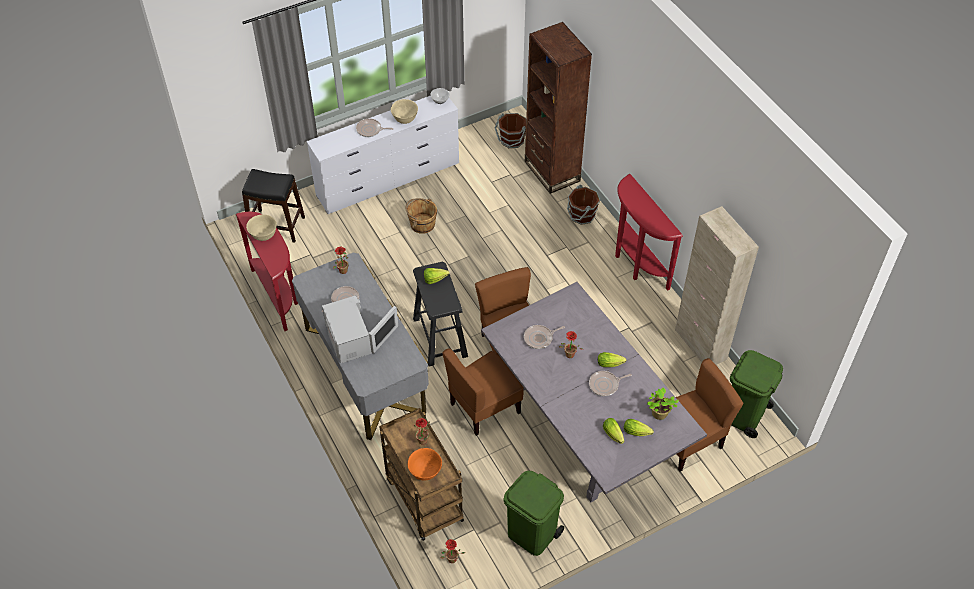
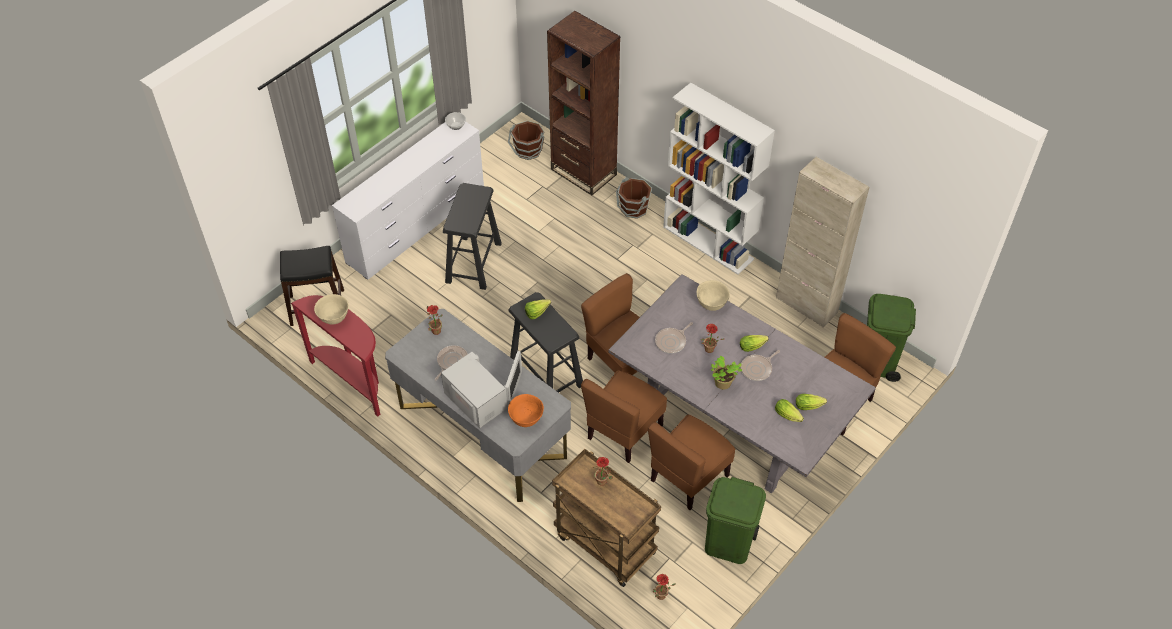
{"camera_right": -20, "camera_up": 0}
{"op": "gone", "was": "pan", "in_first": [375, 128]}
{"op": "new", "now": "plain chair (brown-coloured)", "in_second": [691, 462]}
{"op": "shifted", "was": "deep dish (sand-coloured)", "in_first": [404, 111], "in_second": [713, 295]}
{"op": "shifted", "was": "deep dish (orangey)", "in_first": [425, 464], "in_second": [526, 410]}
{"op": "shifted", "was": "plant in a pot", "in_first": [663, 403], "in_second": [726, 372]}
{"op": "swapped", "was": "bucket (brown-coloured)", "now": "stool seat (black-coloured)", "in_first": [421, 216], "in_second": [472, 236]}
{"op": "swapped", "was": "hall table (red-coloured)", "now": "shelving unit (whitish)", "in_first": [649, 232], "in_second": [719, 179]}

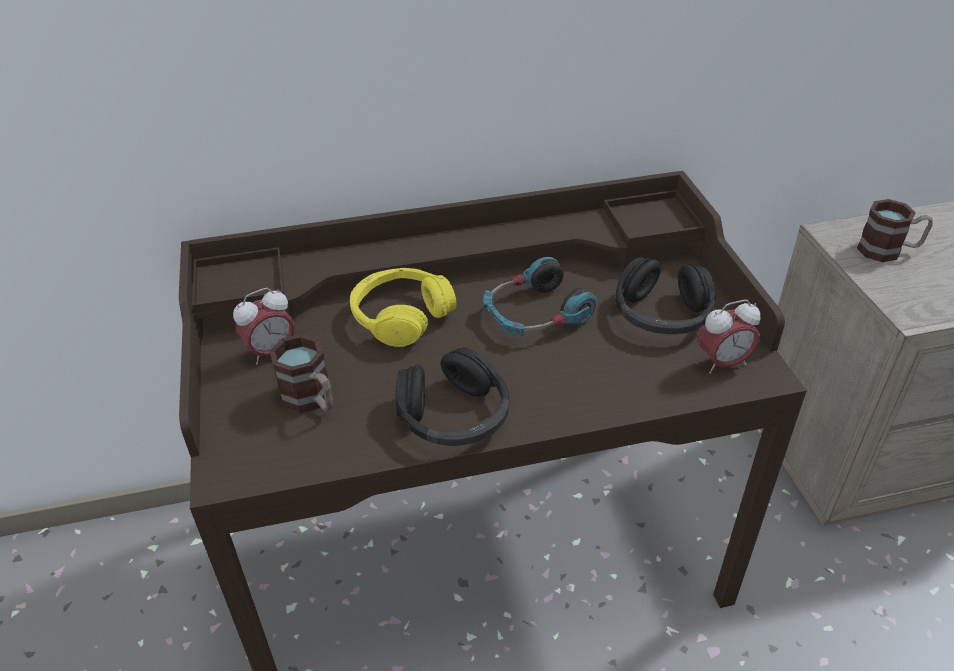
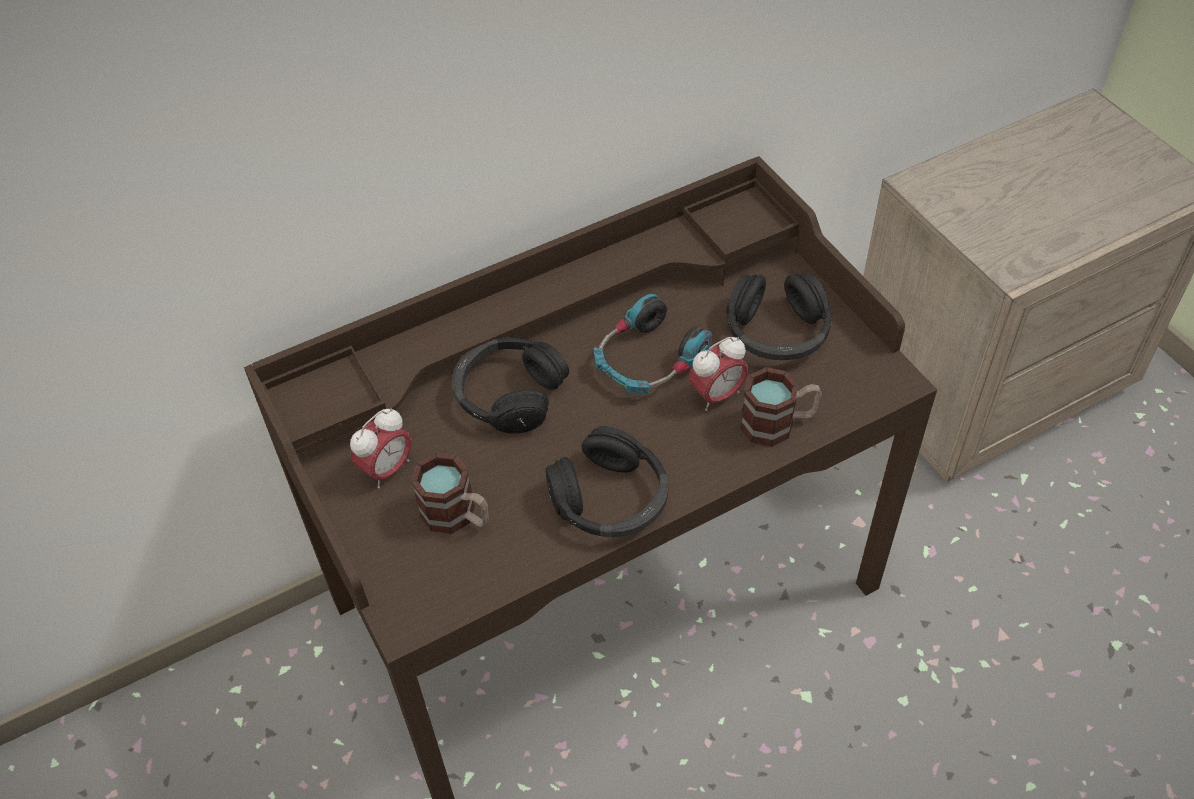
{"camera_right": -15, "camera_up": 10}
{"op": "shifted", "was": "table clock", "in_first": [729, 337], "in_second": [718, 374]}
{"op": "shifted", "was": "coffee mug", "in_first": [894, 230], "in_second": [781, 407]}
{"op": "repainted", "was": "headphones (yellowish)", "now": "headphones (black-coloured)", "in_first": [403, 307], "in_second": [510, 386]}

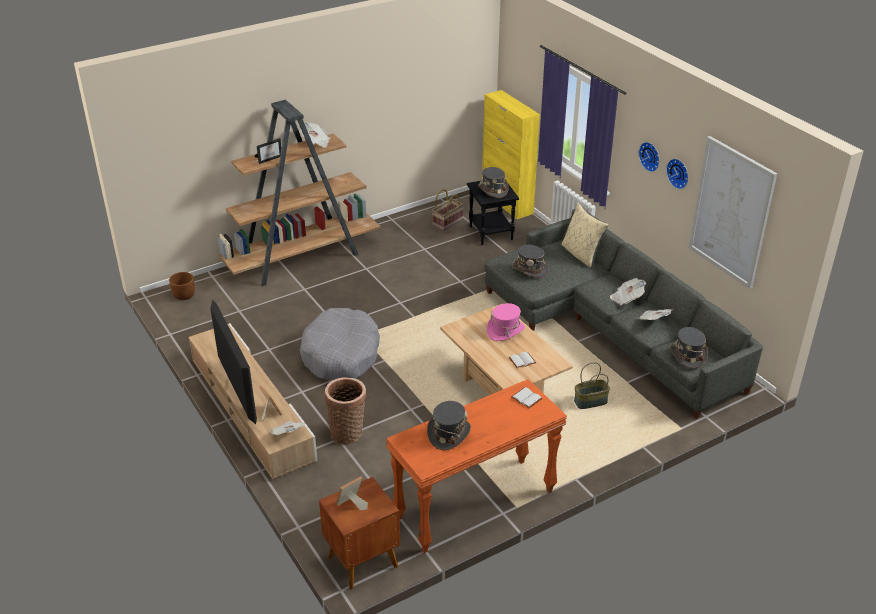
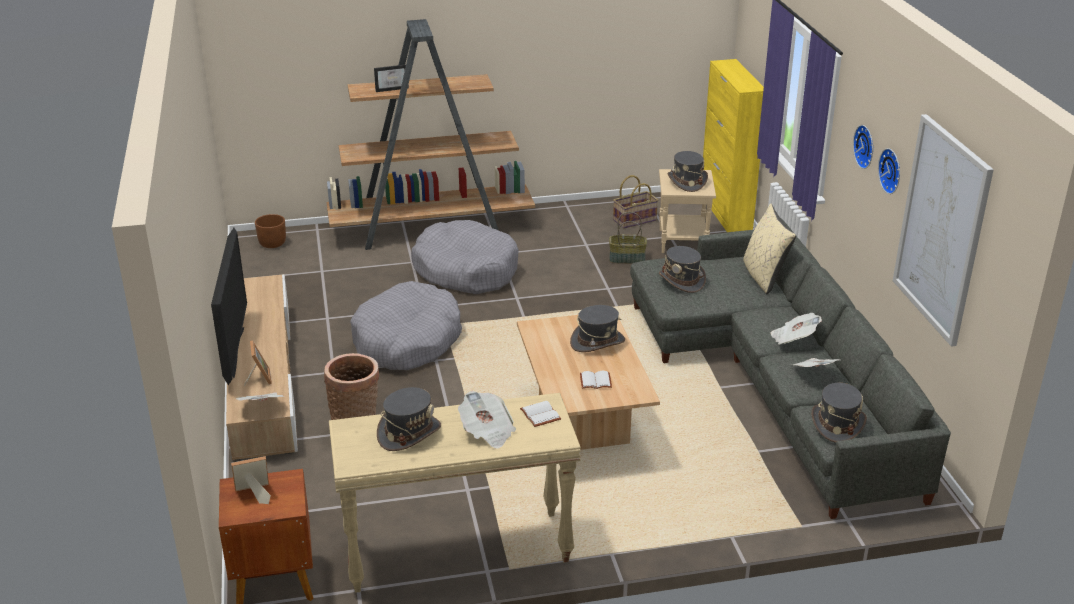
{"camera_right": 20, "camera_up": -5}
{"op": "new", "now": "dog cushion (grey)", "in_second": [465, 257]}
{"op": "shifted", "was": "daily paper", "in_first": [315, 135], "in_second": [487, 420]}
{"op": "shifted", "was": "storage basket", "in_first": [592, 385], "in_second": [628, 238]}
{"op": "repainted", "was": "hall table (orangey)", "now": "hall table (sand-coloured)", "in_first": [476, 466], "in_second": [455, 493]}
{"op": "repainted", "was": "side table (black-coloured)", "now": "side table (sand-coloured)", "in_first": [493, 213], "in_second": [687, 211]}
{"op": "repainted", "was": "clothing hat (pink-coloured)", "now": "clothing hat (grey)", "in_first": [506, 322], "in_second": [597, 328]}

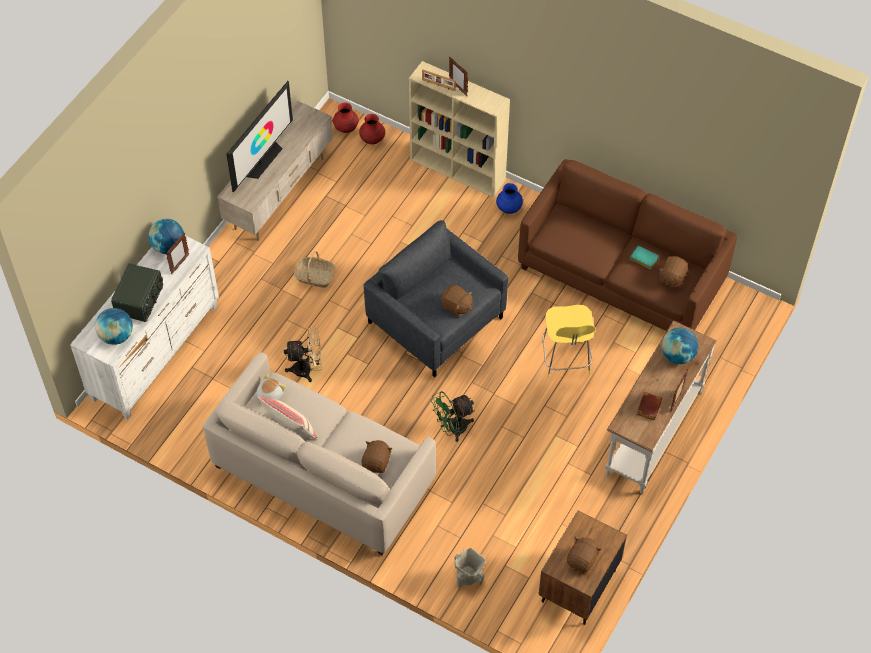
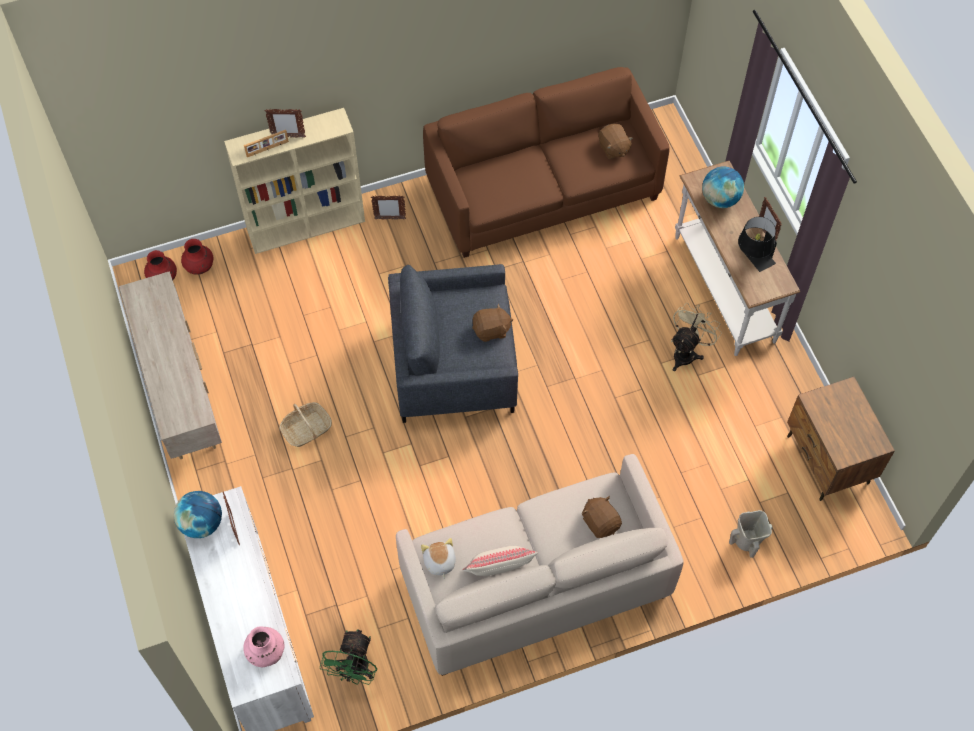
{"camera_right": -50, "camera_up": 5}
{"op": "gone", "was": "radio set", "in_first": [137, 292]}
{"op": "gone", "was": "television", "in_first": [259, 137]}
{"op": "gone", "was": "stool seat (yellowish)", "in_first": [568, 341]}
{"op": "gone", "was": "soft toy (brown-coloured)", "in_first": [584, 555]}
{"op": "gone", "was": "book (turquoise)", "in_first": [644, 257]}
{"op": "shifted", "was": "electric fan (sand-coloured)", "in_first": [303, 355], "in_second": [696, 337]}
{"op": "shifted", "was": "electric fan (green-coloured)", "in_first": [453, 416], "in_second": [348, 657]}
{"op": "swapped", "was": "world globe", "now": "vase (pink-coloured)", "in_first": [114, 326], "in_second": [264, 646]}
{"op": "swapped", "was": "vase (blue)", "now": "photo frame", "in_first": [509, 198], "in_second": [388, 208]}
{"op": "swapped", "was": "book (brown-coloured)", "now": "table lamp (black-coloured)", "in_first": [649, 406], "in_second": [757, 244]}

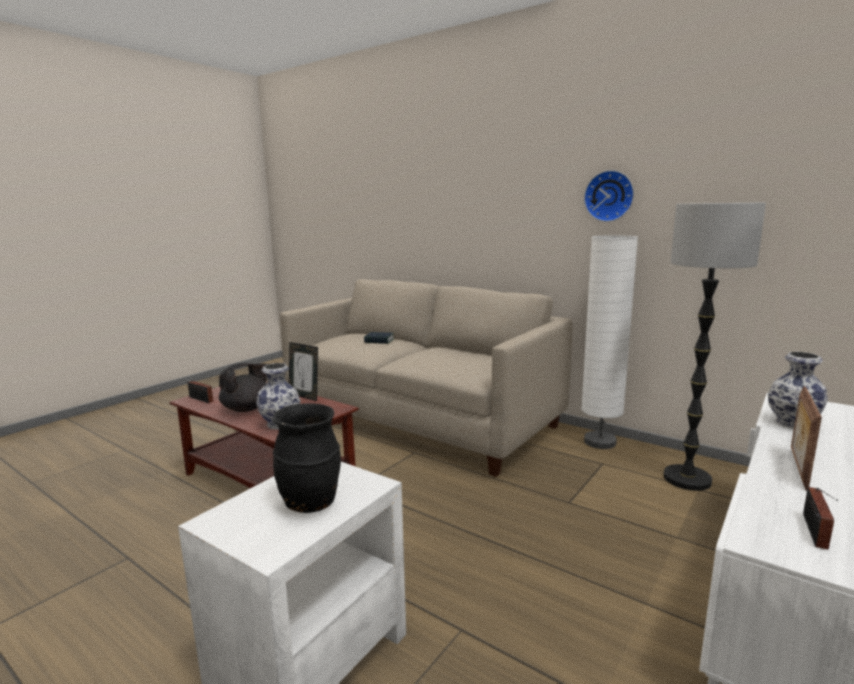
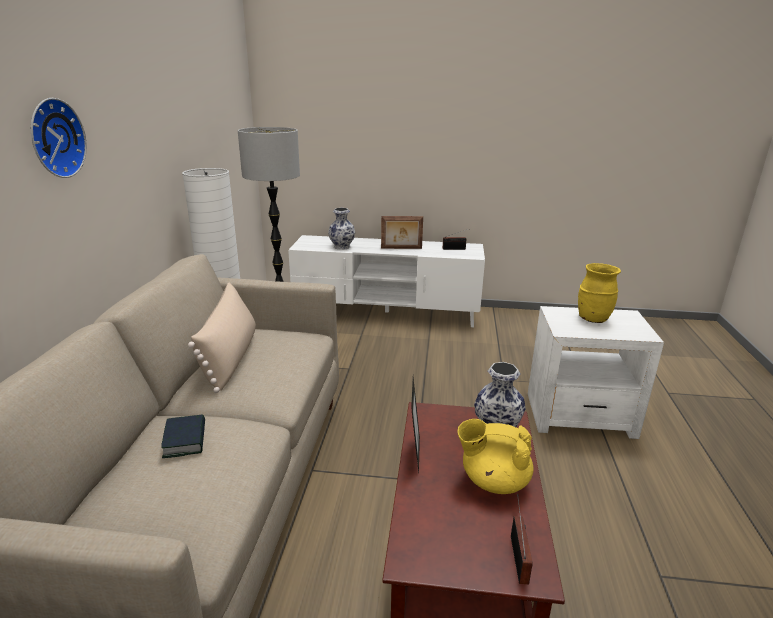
{"camera_right": -120, "camera_up": 10}
{"op": "new", "now": "pillow (sand-coloured)", "in_second": [222, 337]}
{"op": "shifted", "was": "wall clock", "in_first": [609, 196], "in_second": [59, 138]}
{"op": "repainted", "was": "teapot (black-coloured)", "now": "teapot (yellowish)", "in_first": [243, 387], "in_second": [495, 456]}
{"op": "repainted", "was": "vase (black-coloured)", "now": "vase (yellowish)", "in_first": [307, 458], "in_second": [599, 293]}

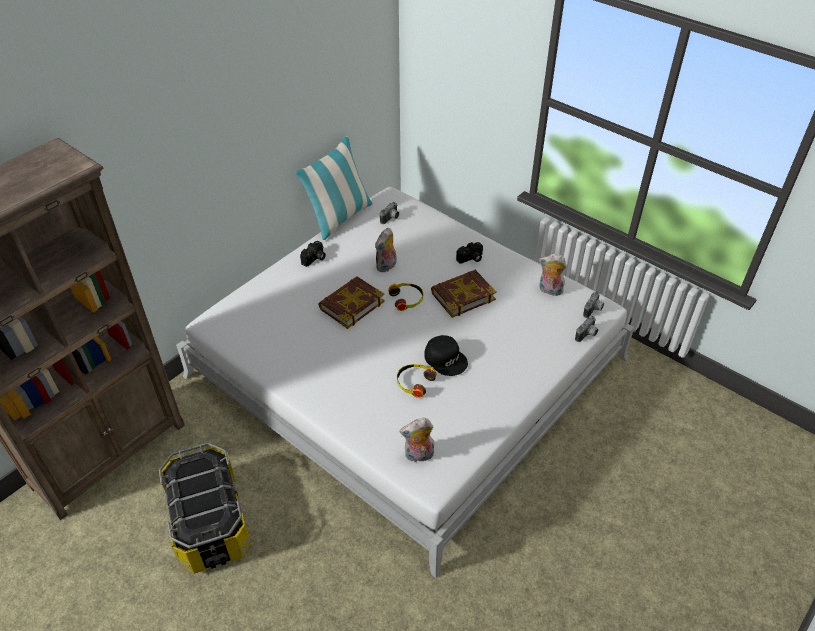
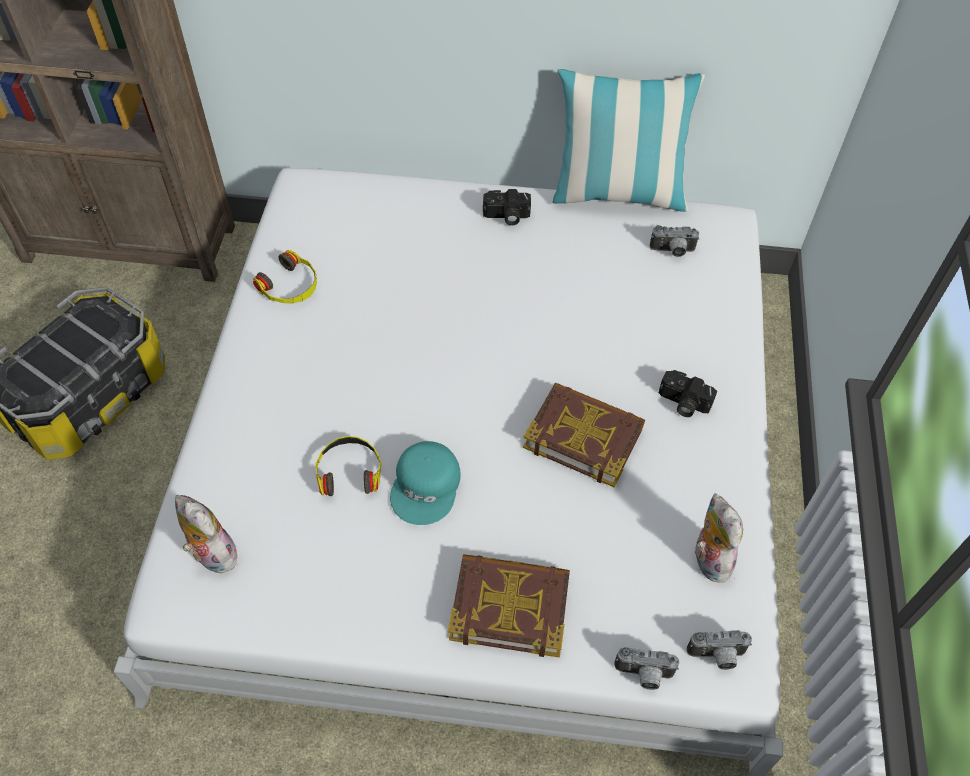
{"camera_right": 55, "camera_up": 10}
{"op": "gone", "was": "soft toy", "in_first": [386, 250]}
{"op": "shifted", "was": "book", "in_first": [351, 302], "in_second": [509, 606]}
{"op": "shifted", "was": "headphones", "in_first": [405, 297], "in_second": [285, 276]}
{"op": "repainted", "was": "cap (black-coloured)", "now": "cap (turquoise)", "in_first": [446, 355], "in_second": [425, 483]}

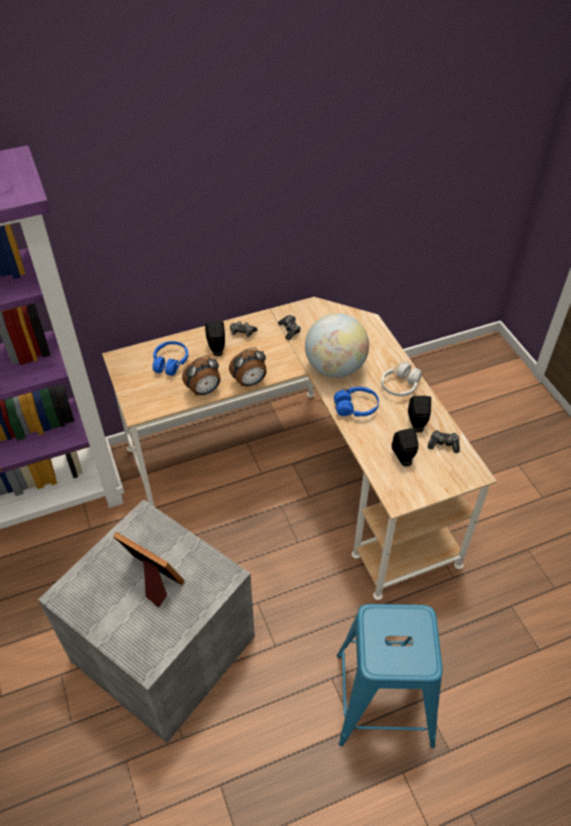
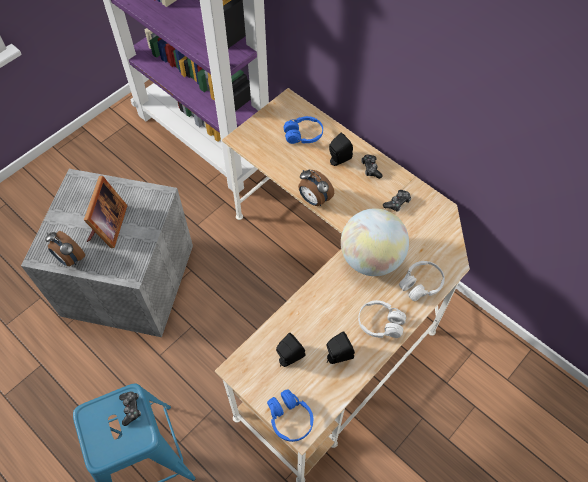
{"camera_right": 65, "camera_up": 10}
{"op": "new", "now": "headphones (whitish)", "in_second": [422, 281]}
{"op": "shifted", "was": "table clock", "in_first": [201, 375], "in_second": [65, 248]}
{"op": "shifted", "was": "headphones (blue)", "in_first": [356, 402], "in_second": [290, 415]}
{"op": "shifted", "was": "joypad", "in_first": [444, 441], "in_second": [130, 409]}

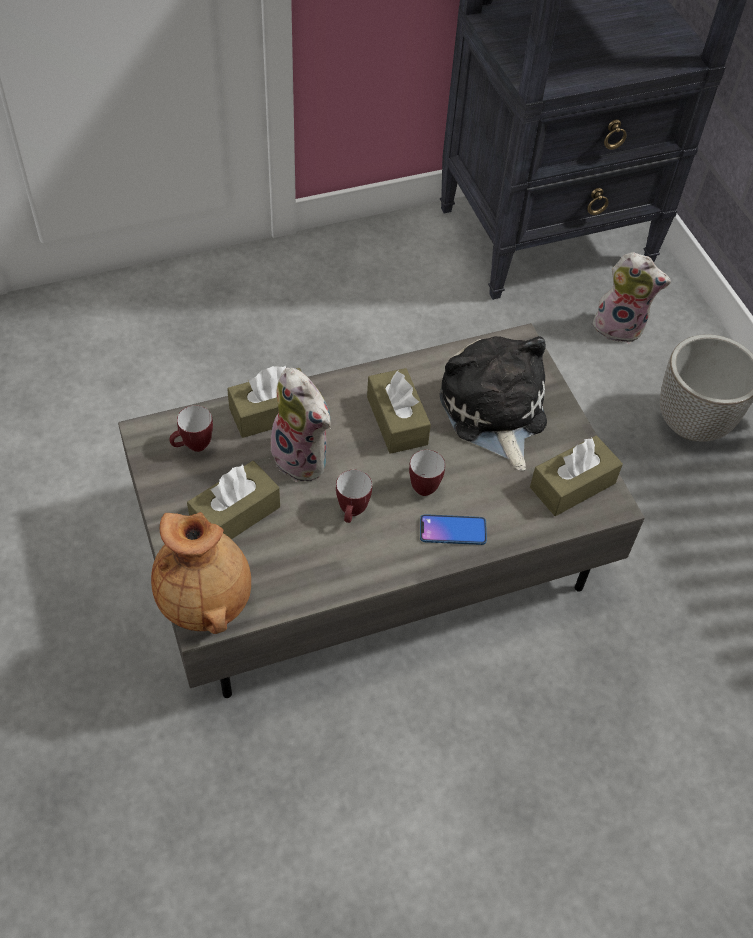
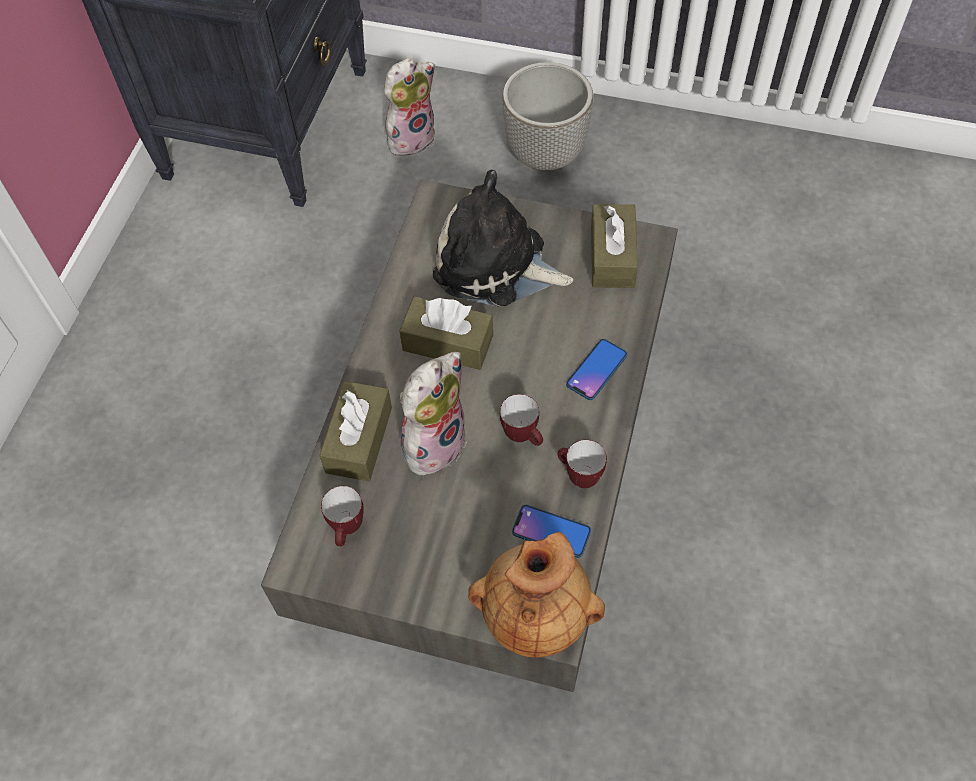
{"camera_right": -50, "camera_up": 5}
{"op": "gone", "was": "box of tissues (brown-coloured)", "in_first": [233, 500]}
{"op": "new", "now": "telephone", "in_second": [551, 531]}
{"op": "shifted", "was": "coffee mug", "in_first": [427, 473], "in_second": [582, 464]}
{"op": "rotated", "was": "soft toy", "in_first": [300, 425], "in_second": [433, 415], "clockwise": -45}

